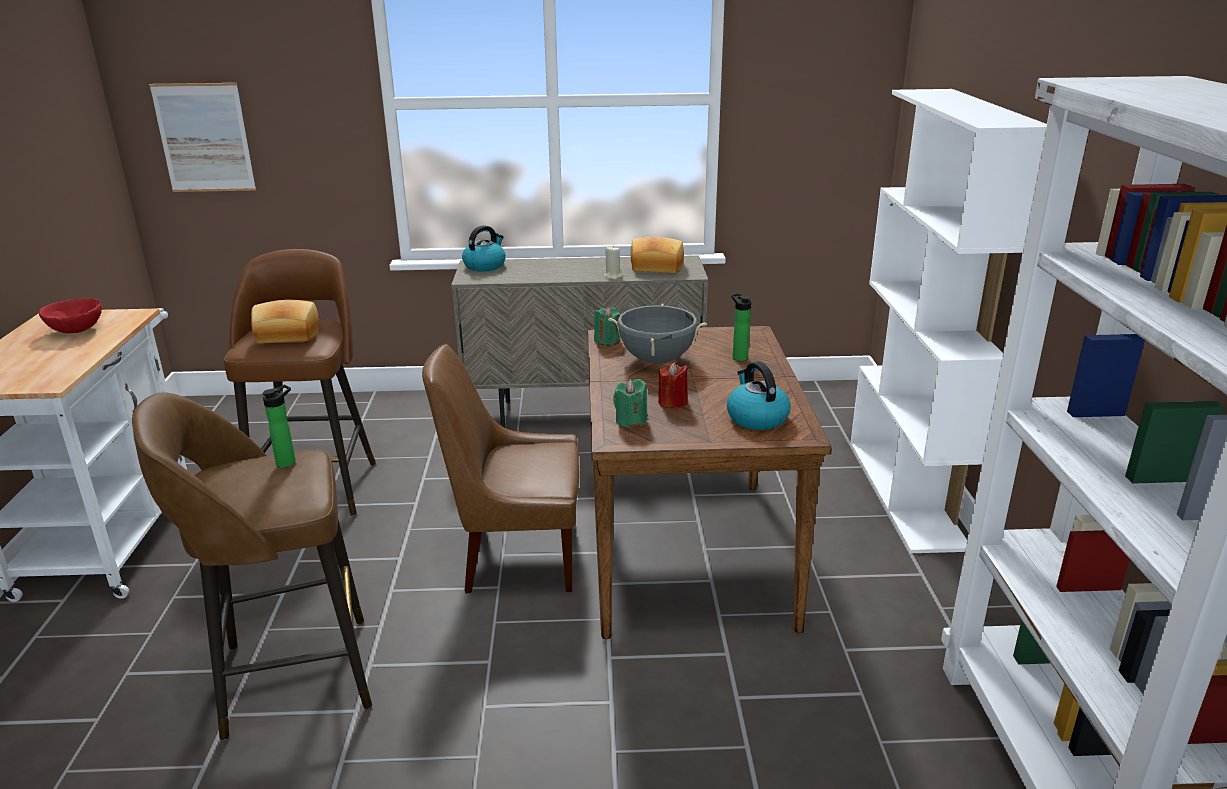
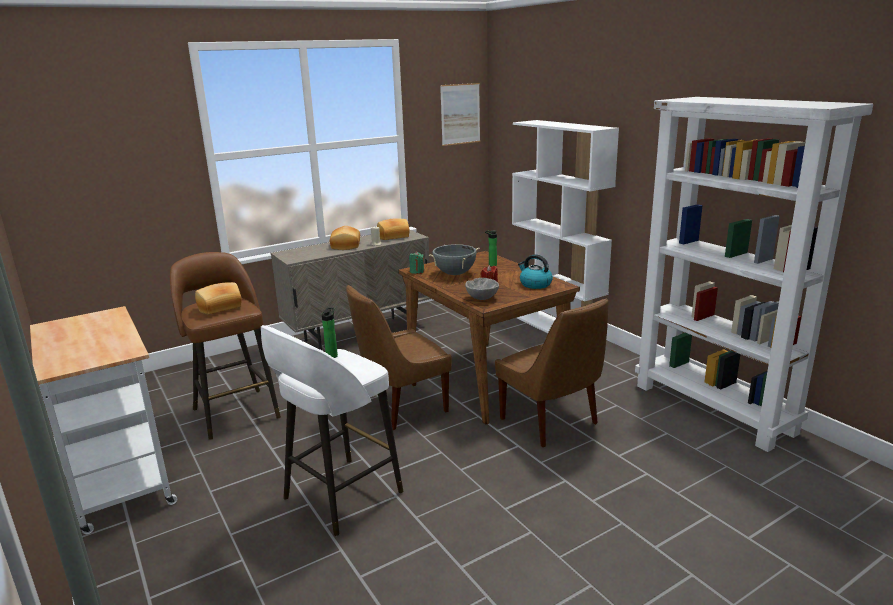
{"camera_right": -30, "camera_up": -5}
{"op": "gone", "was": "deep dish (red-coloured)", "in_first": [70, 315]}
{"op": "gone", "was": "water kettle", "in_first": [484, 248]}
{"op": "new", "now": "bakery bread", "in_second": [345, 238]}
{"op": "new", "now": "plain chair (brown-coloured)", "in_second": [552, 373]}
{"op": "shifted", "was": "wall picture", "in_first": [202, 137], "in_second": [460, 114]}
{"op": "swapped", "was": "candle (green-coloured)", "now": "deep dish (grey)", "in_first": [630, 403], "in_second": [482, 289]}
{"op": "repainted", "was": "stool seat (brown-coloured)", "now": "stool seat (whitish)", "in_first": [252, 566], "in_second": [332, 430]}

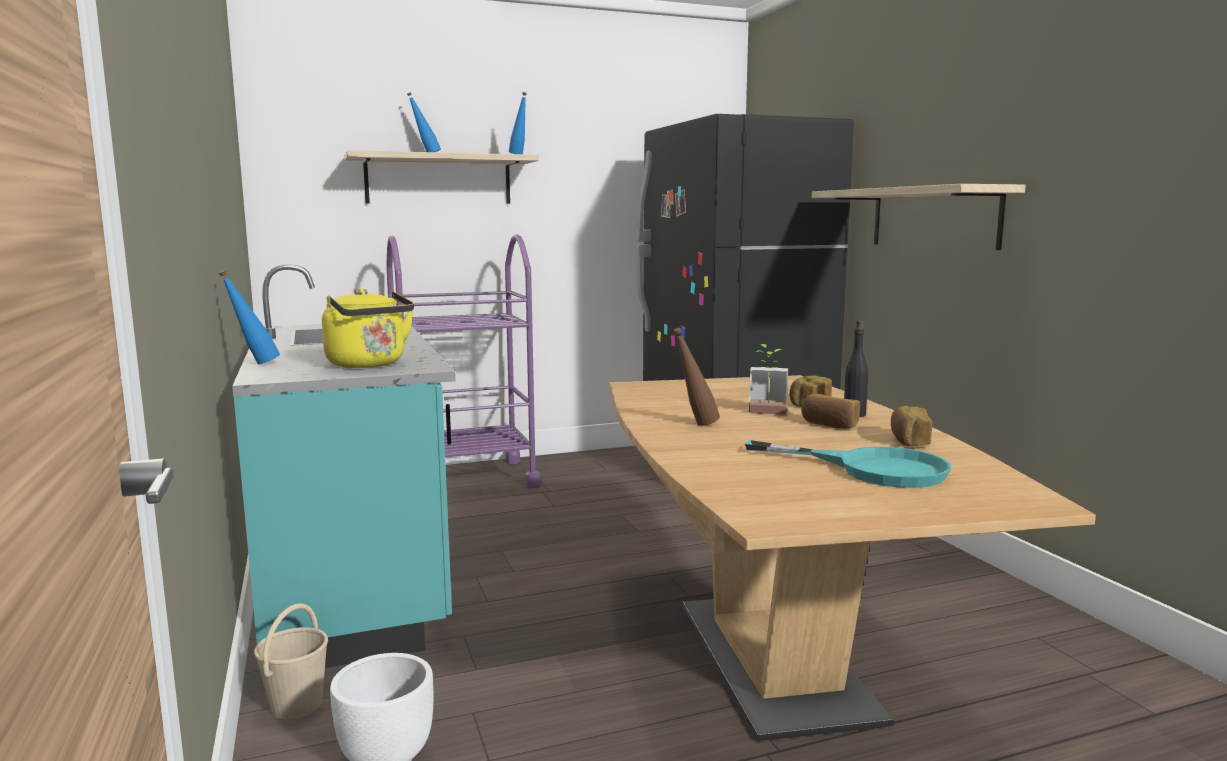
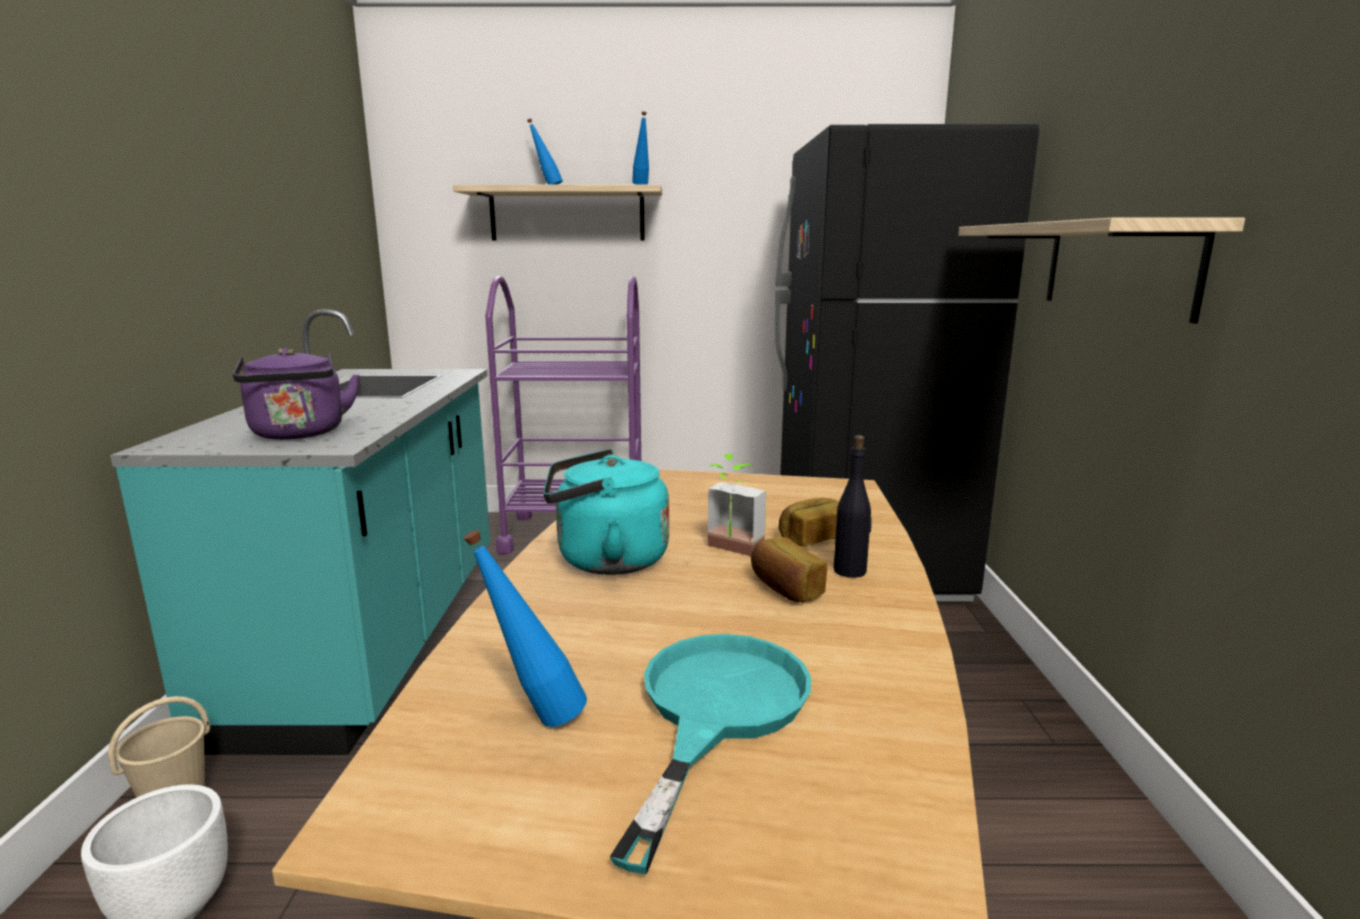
{"camera_right": 20, "camera_up": 5}
{"op": "gone", "was": "bakery bread", "in_first": [911, 426]}
{"op": "shifted", "was": "beverage bottle (blue)", "in_first": [249, 317], "in_second": [525, 628]}
{"op": "swapped", "was": "beverage bottle (brown-coloured)", "now": "water kettle (turquoise)", "in_first": [696, 377], "in_second": [606, 512]}
{"op": "repainted", "was": "water kettle (yellowish)", "now": "water kettle (purple-coloured)", "in_first": [368, 328], "in_second": [296, 394]}
{"op": "rotated", "was": "pan (turquoise)", "in_first": [848, 464], "in_second": [710, 754], "clockwise": -120}

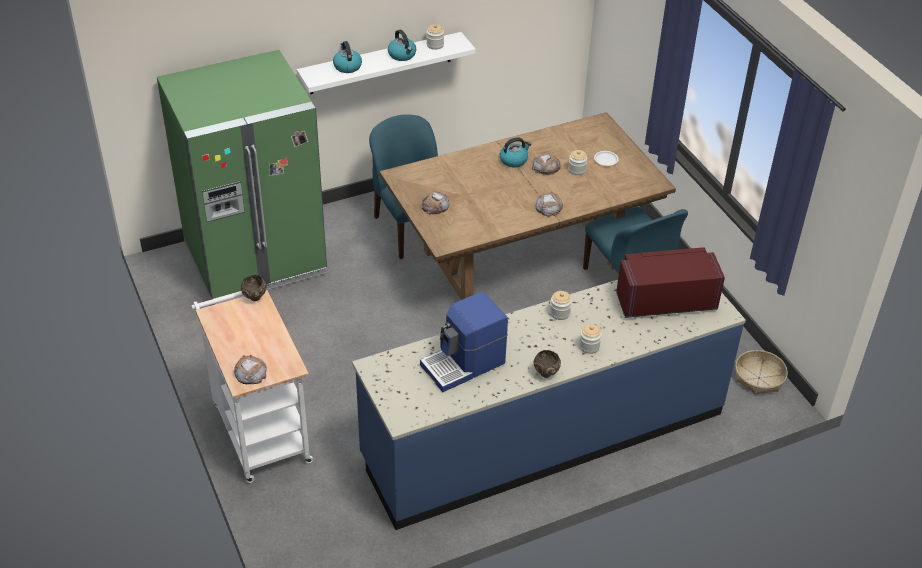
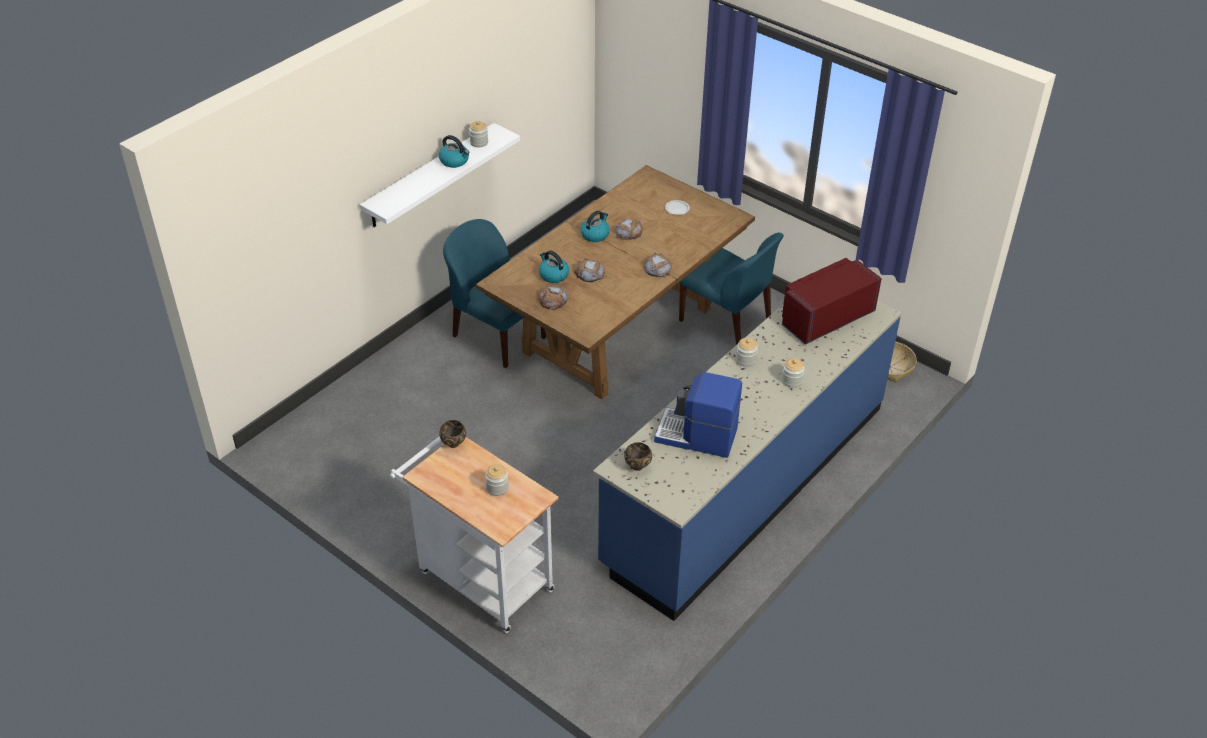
{"camera_right": -25, "camera_up": 0}
{"op": "gone", "was": "kitchen fridge (green-coloured)", "in_first": [242, 177]}
{"op": "shifted", "was": "bakery bread", "in_first": [250, 369], "in_second": [589, 270]}
{"op": "shifted", "was": "water kettle", "in_first": [347, 57], "in_second": [554, 266]}
{"op": "shifted", "was": "deep dish (brown-coloured)", "in_first": [547, 364], "in_second": [638, 456]}
{"op": "shifted", "was": "storage jar", "in_first": [577, 162], "in_second": [497, 480]}
{"op": "rotated", "was": "coffee brewer", "in_first": [464, 341], "in_second": [698, 415], "clockwise": 75}

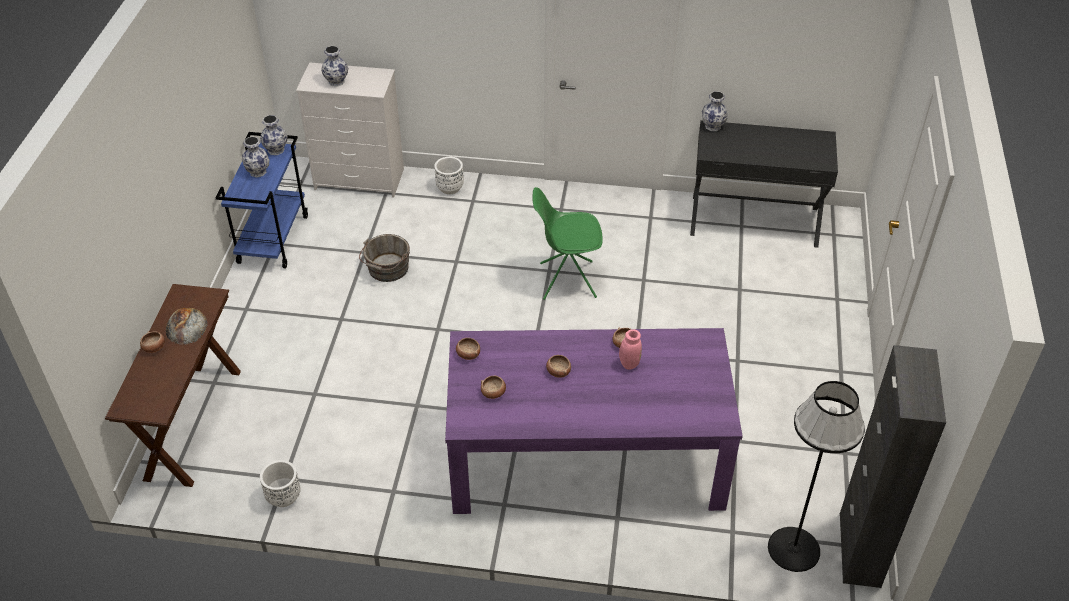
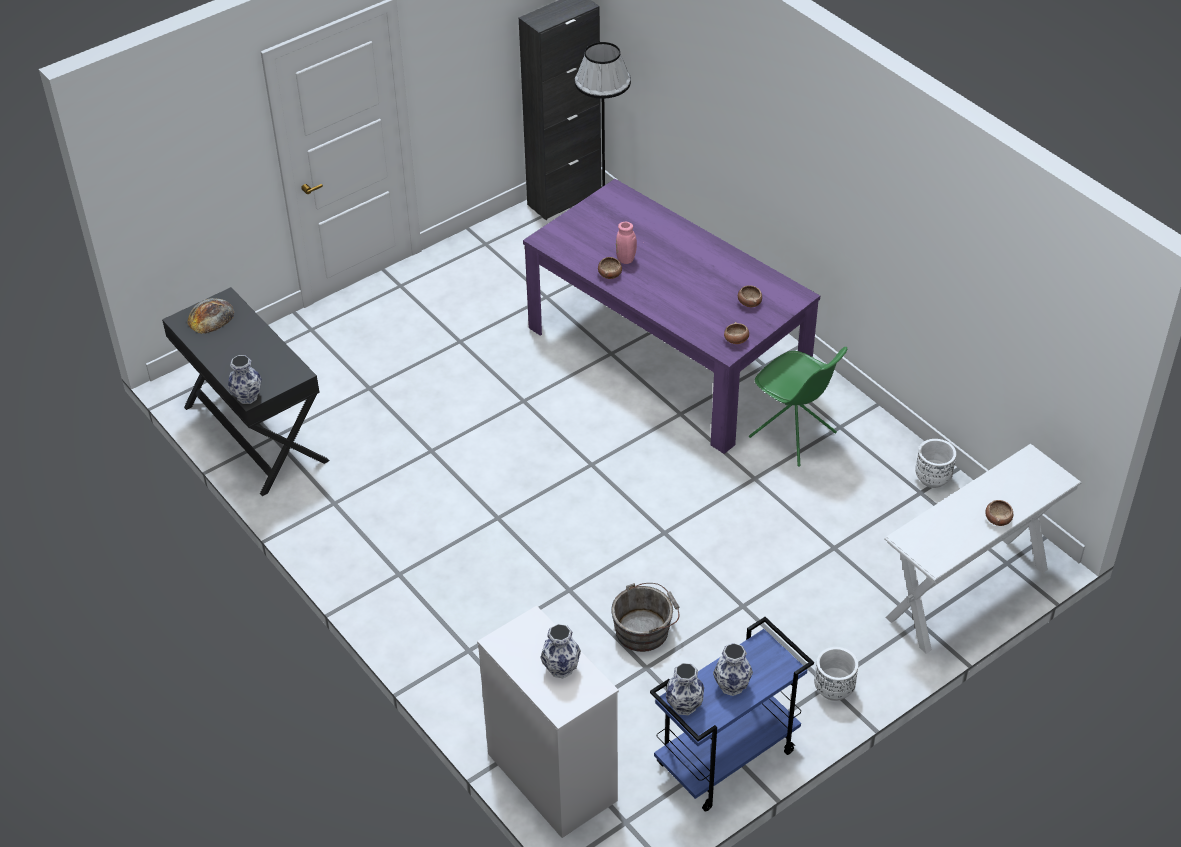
{"camera_right": -135, "camera_up": 0}
{"op": "gone", "was": "deep dish", "in_first": [558, 366]}
{"op": "shifted", "was": "bakery bread", "in_first": [187, 326], "in_second": [210, 316]}
{"op": "shifted", "was": "plant pot (whitish)", "in_first": [449, 176], "in_second": [836, 674]}
{"op": "shifted", "was": "plain chair (green-coloured)", "in_first": [567, 243], "in_second": [798, 407]}
{"op": "repainted", "was": "hall table (brown-coloured)", "now": "hall table (whitish)", "in_first": [173, 385], "in_second": [983, 549]}

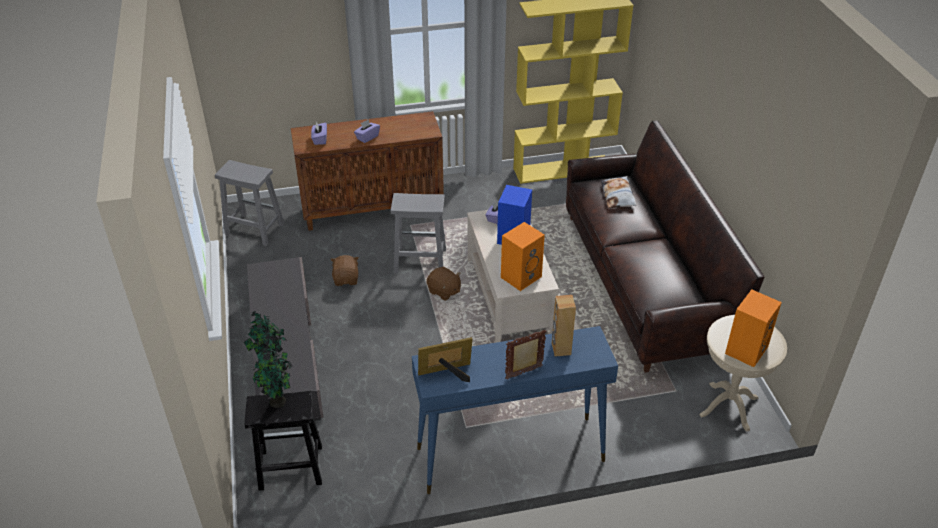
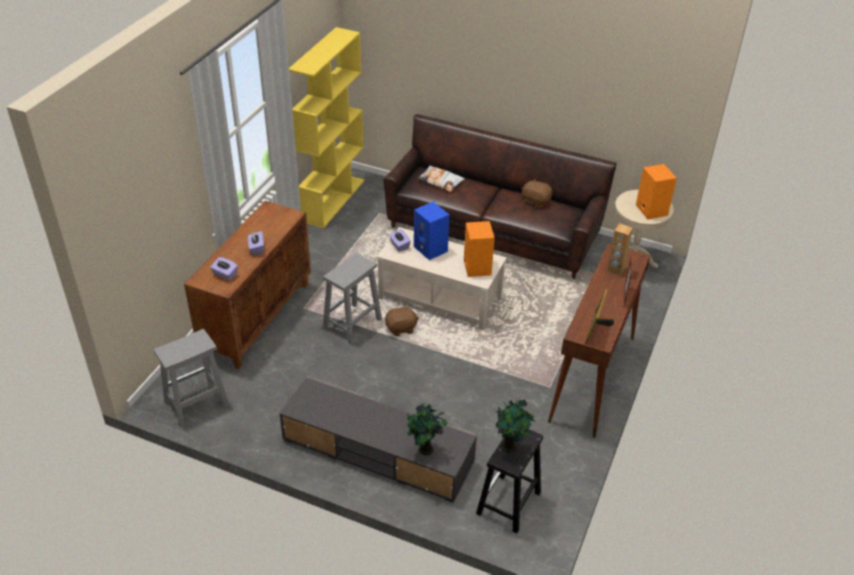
{"camera_right": -55, "camera_up": 0}
{"op": "shifted", "was": "soft toy (brown-coloured)", "in_first": [344, 270], "in_second": [536, 193]}
{"op": "repainted", "was": "hall table (blue)", "now": "hall table (brown-coloured)", "in_first": [515, 410], "in_second": [599, 341]}

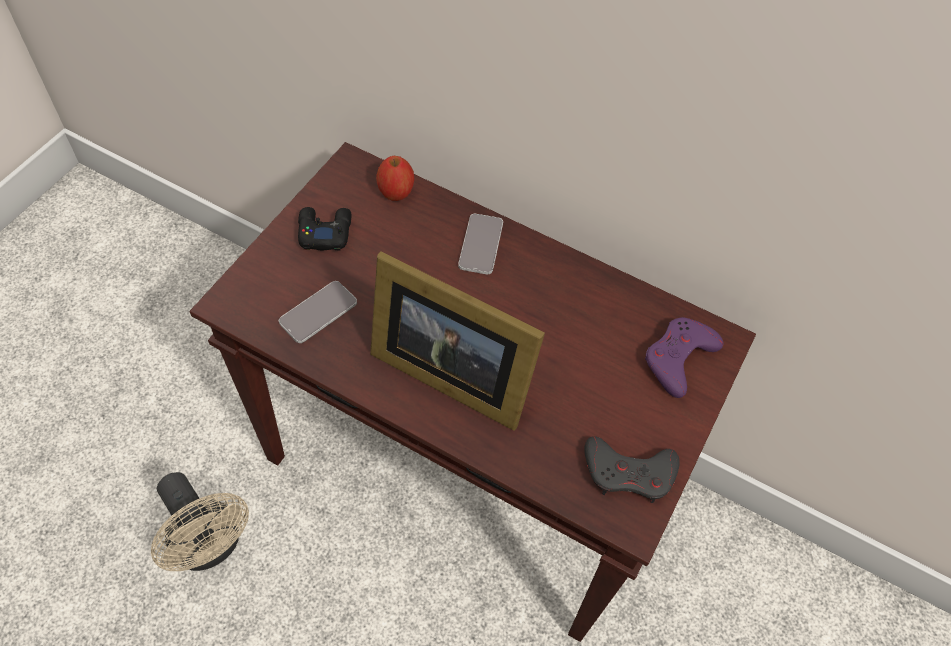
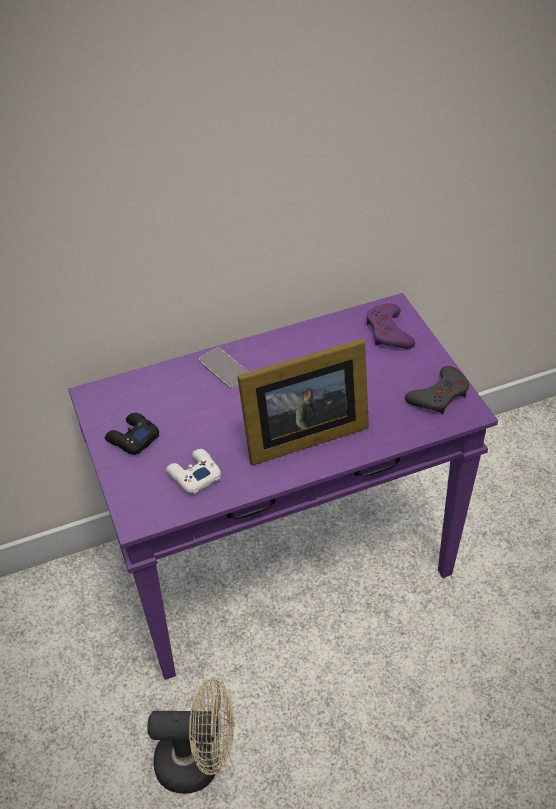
{"camera_right": -45, "camera_up": -10}
{"op": "gone", "was": "apple", "in_first": [395, 178]}
{"op": "swapped", "was": "telephone", "now": "joypad (whitish)", "in_first": [318, 312], "in_second": [193, 471]}
{"op": "repainted", "was": "hall table (brown-coloured)", "now": "hall table (purple-coloured)", "in_first": [473, 392], "in_second": [283, 486]}

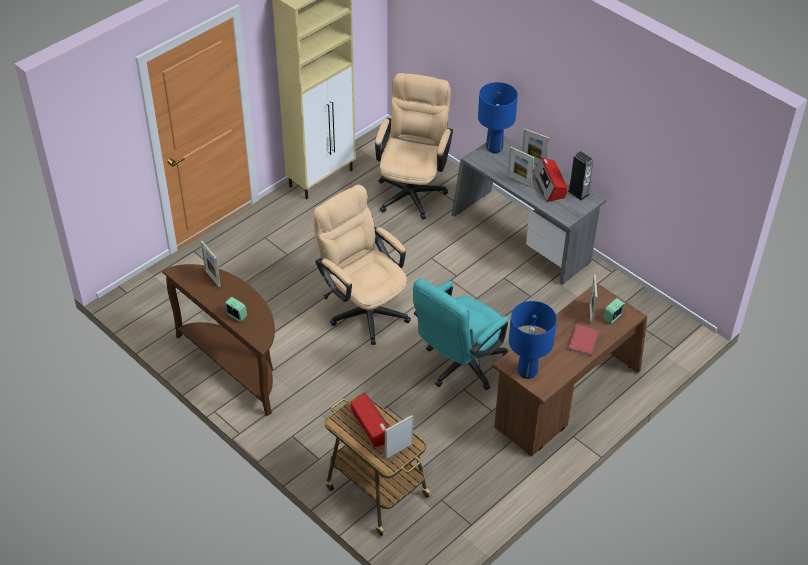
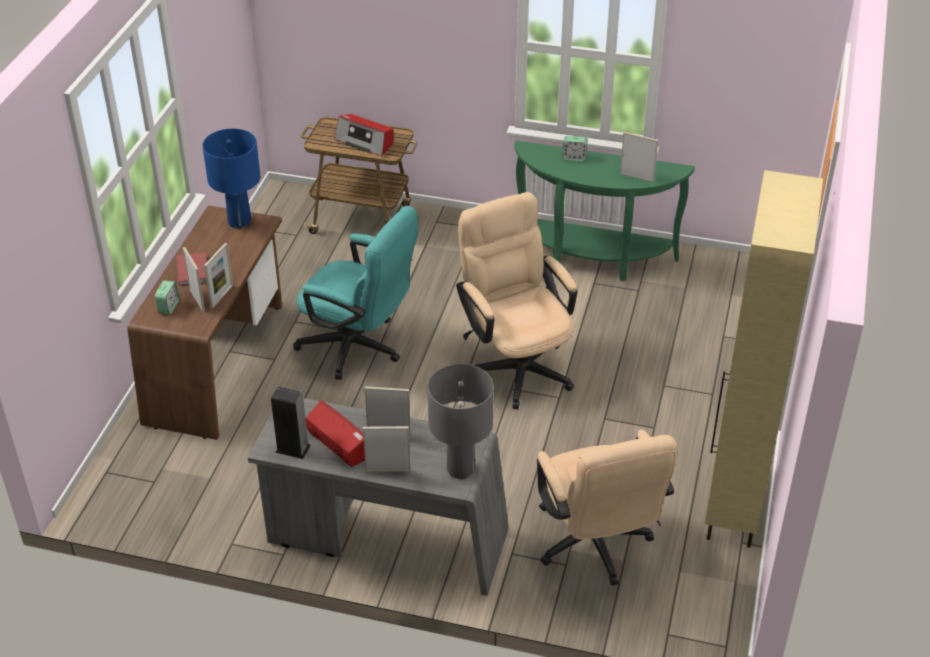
{"camera_right": 150, "camera_up": -5}
{"op": "shifted", "was": "photo frame", "in_first": [399, 437], "in_second": [218, 276]}
{"op": "repainted", "was": "hall table (brown-coloured)", "now": "hall table (green-coloured)", "in_first": [218, 340], "in_second": [604, 210]}
{"op": "repainted", "was": "table lamp (blue)", "now": "table lamp (grey)", "in_first": [498, 117], "in_second": [461, 421]}
{"op": "rotated", "was": "desk chair (sand-coloured)", "in_first": [362, 265], "in_second": [516, 301], "clockwise": -135}
{"op": "rotated", "was": "desk chair (turquoise)", "in_first": [460, 334], "in_second": [355, 293], "clockwise": 105}

